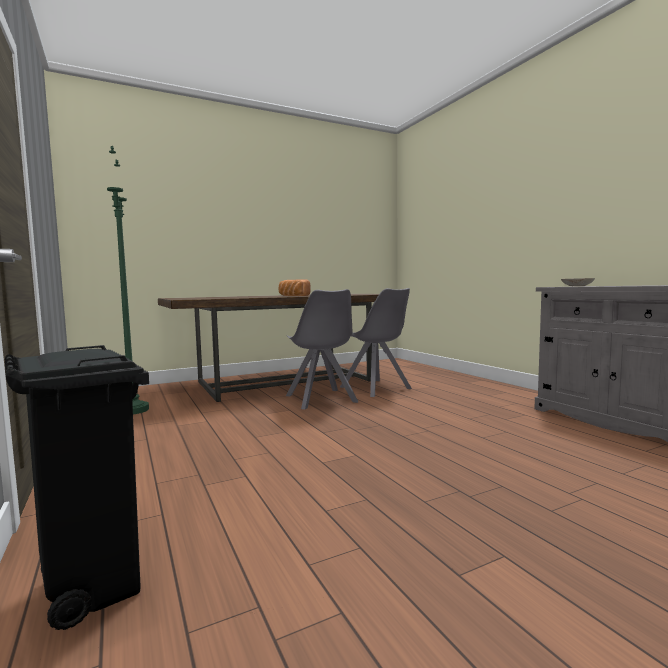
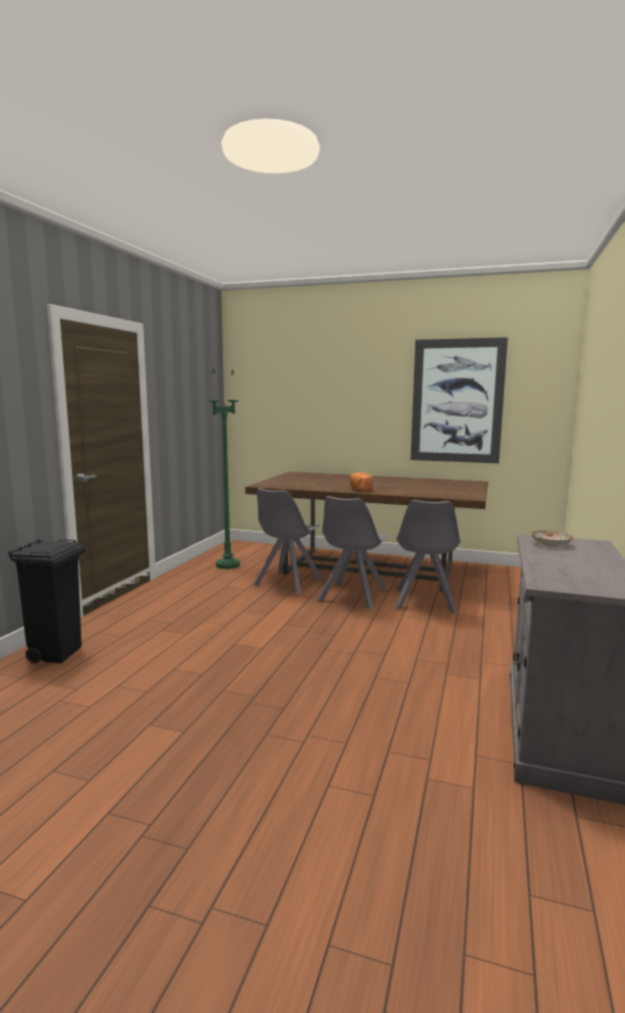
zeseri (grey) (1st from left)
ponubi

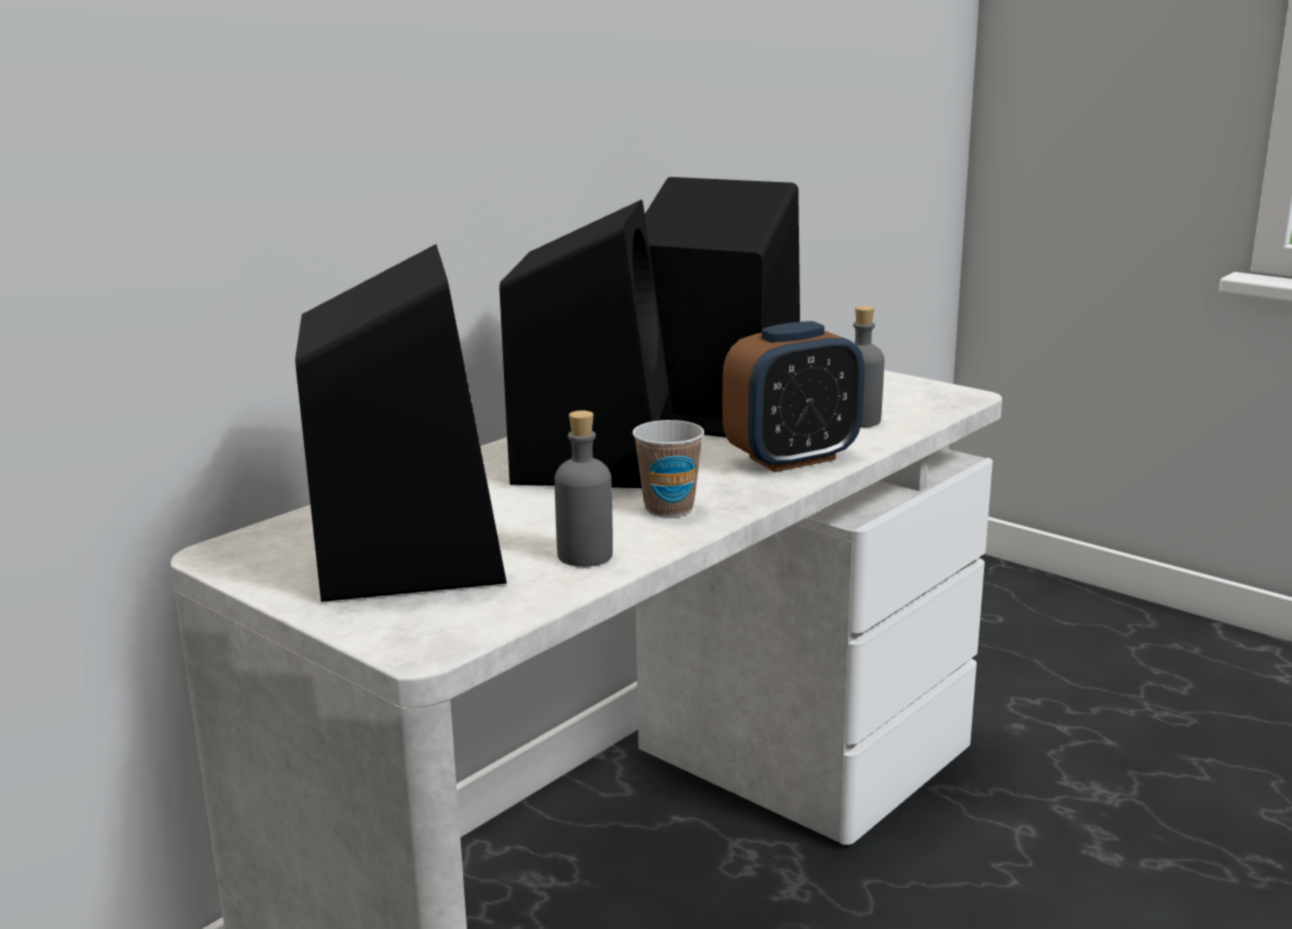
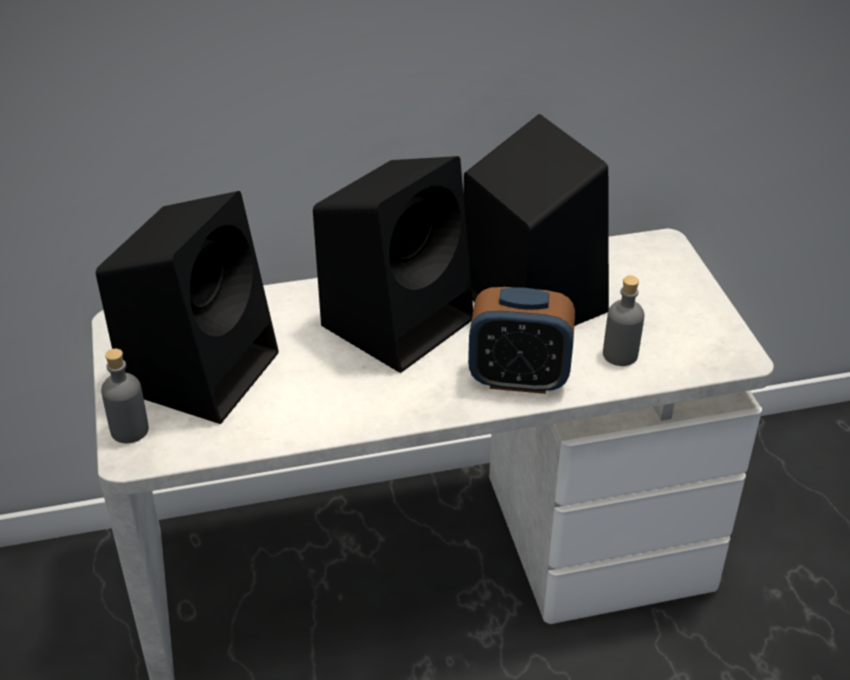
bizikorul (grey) (1st from left)
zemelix

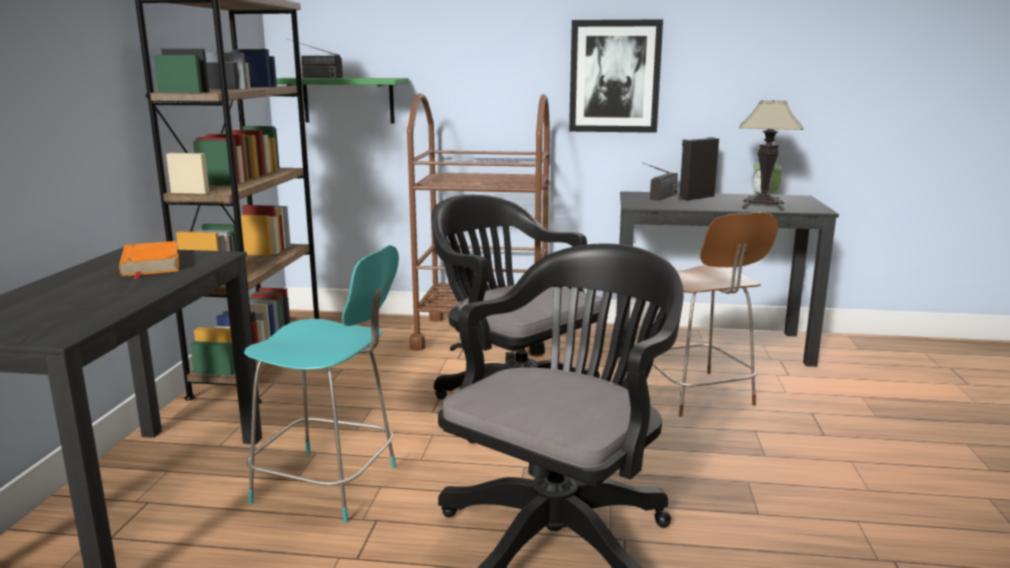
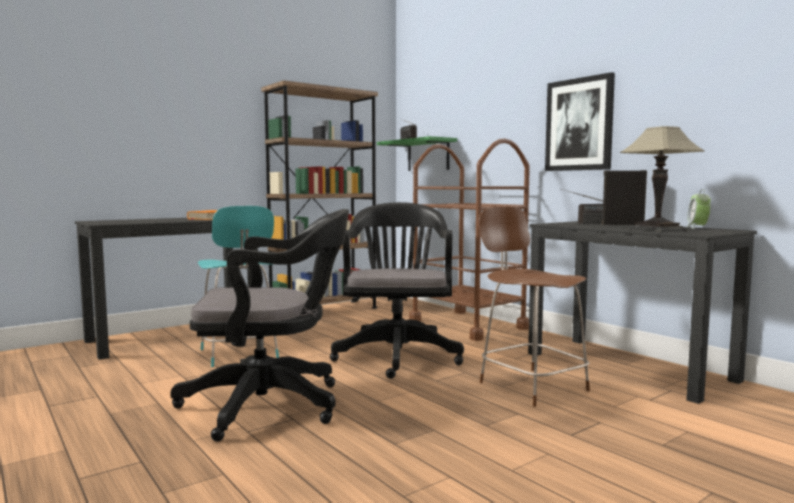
zeseri (brown)

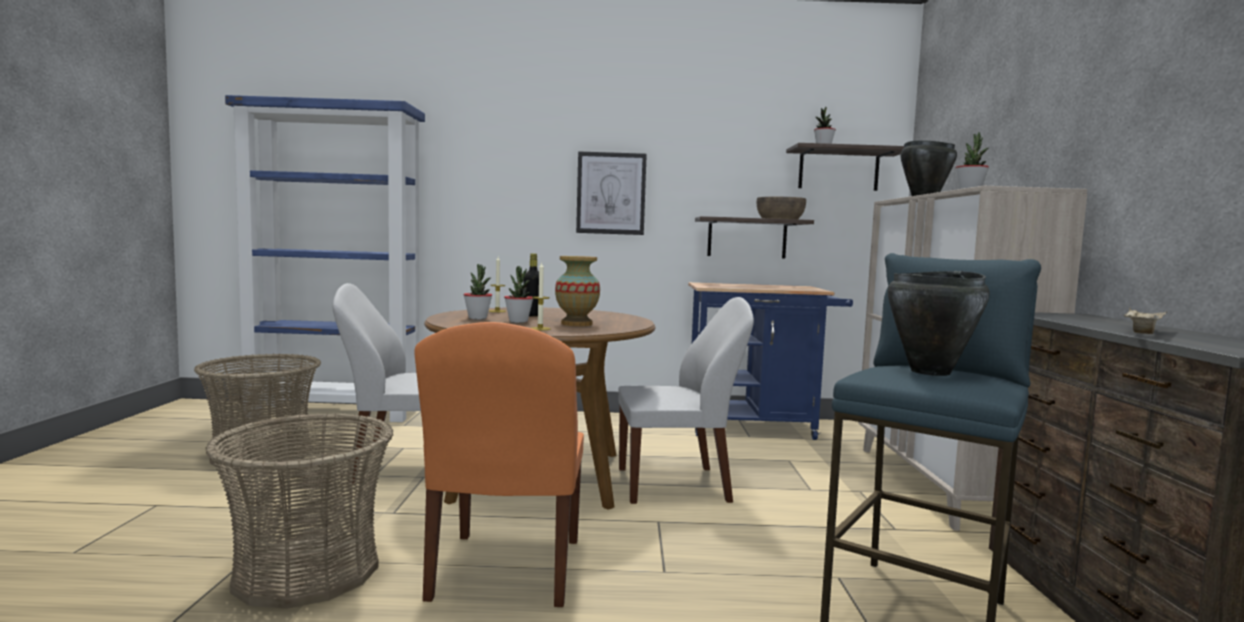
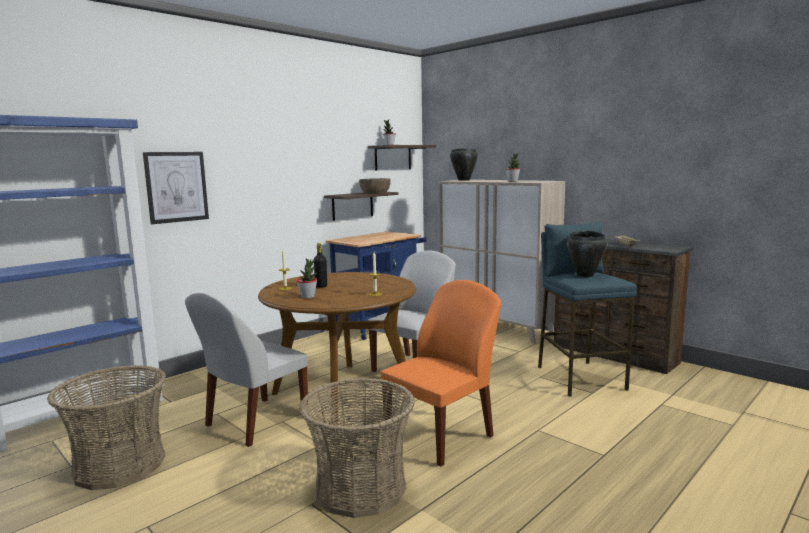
ponubi
zeseri (orange)
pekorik (2nd from left in the first image)
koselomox

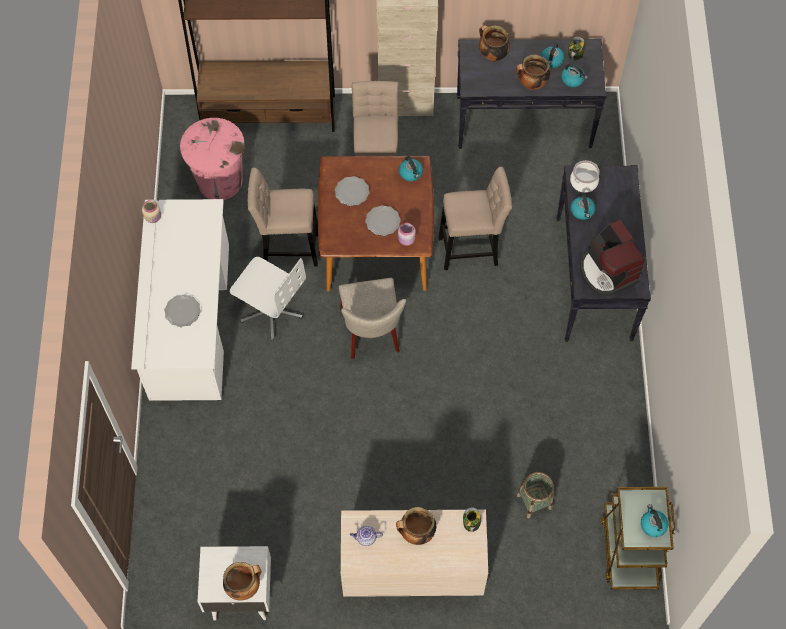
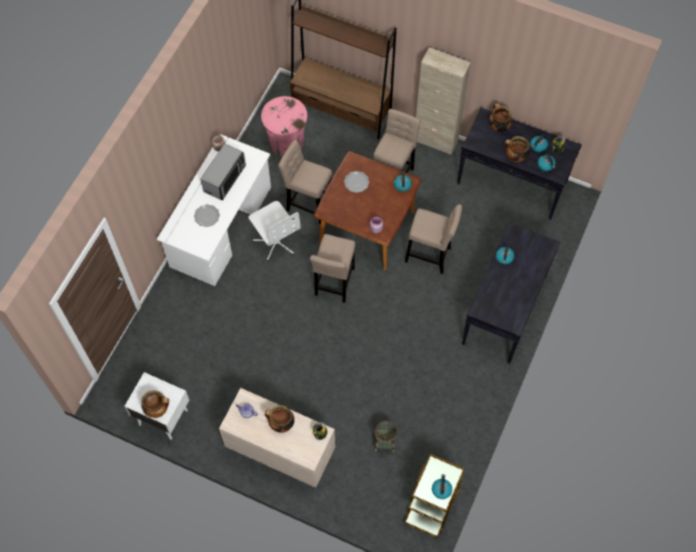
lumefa
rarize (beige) (2nd from left)
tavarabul (3rd from left in the first image)
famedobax (5th from left in the first image)
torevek

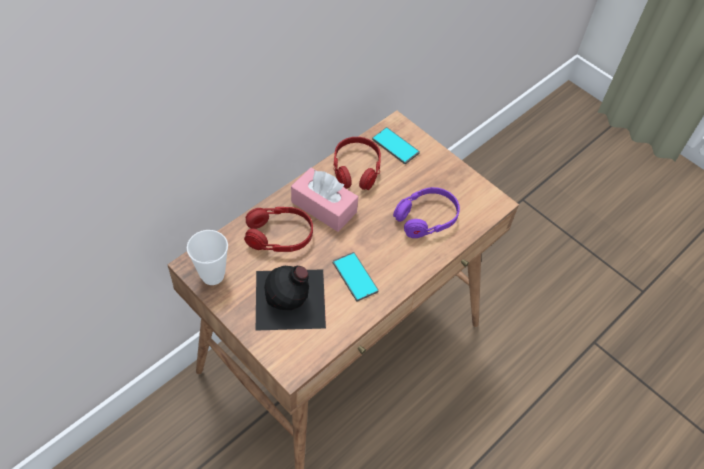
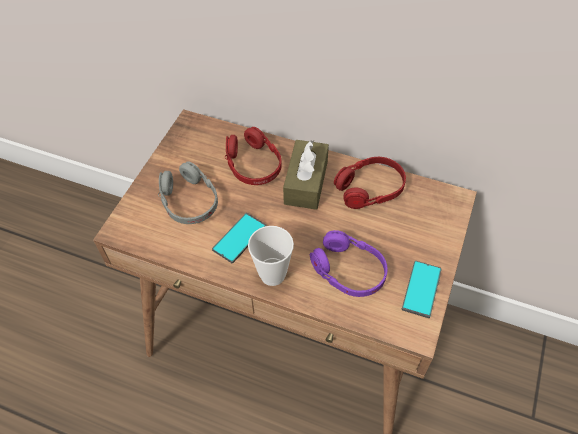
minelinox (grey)
zemelix
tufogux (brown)
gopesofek (2nd from left)

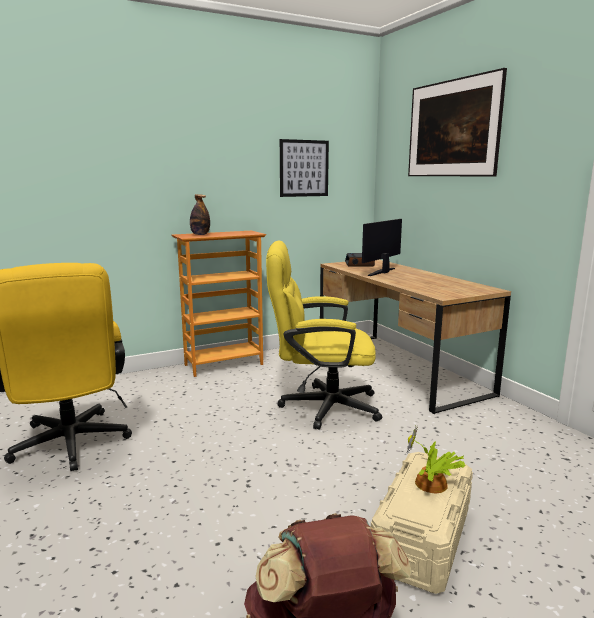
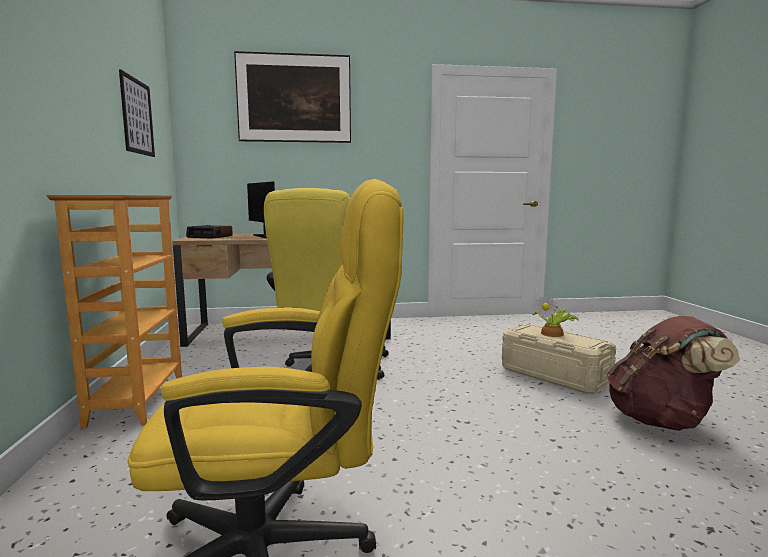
bizikorul

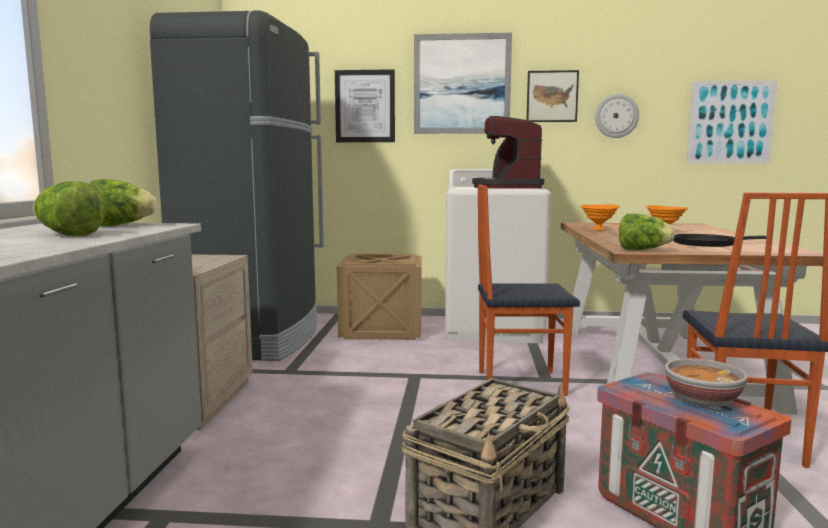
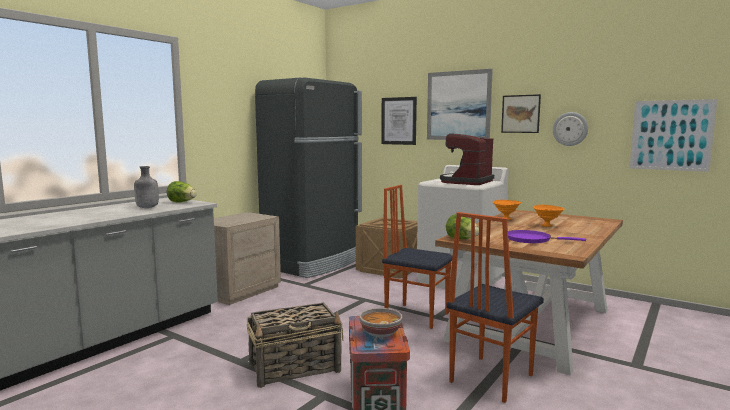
bizikorul (grey)
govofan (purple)

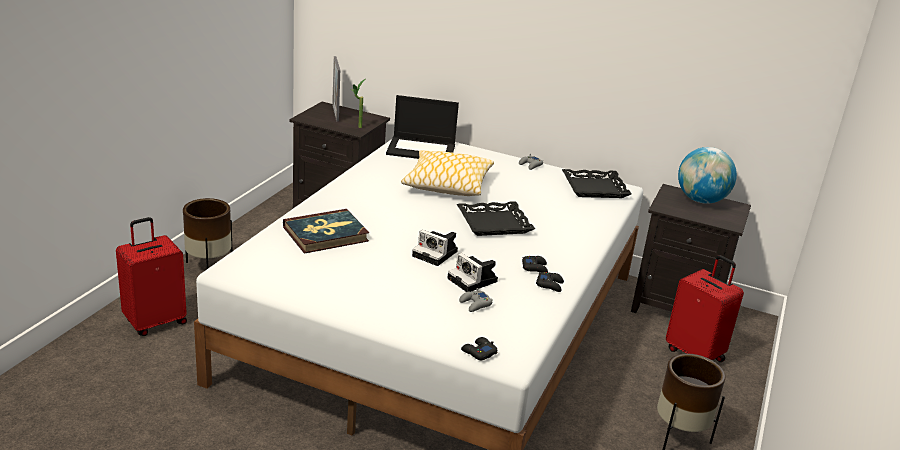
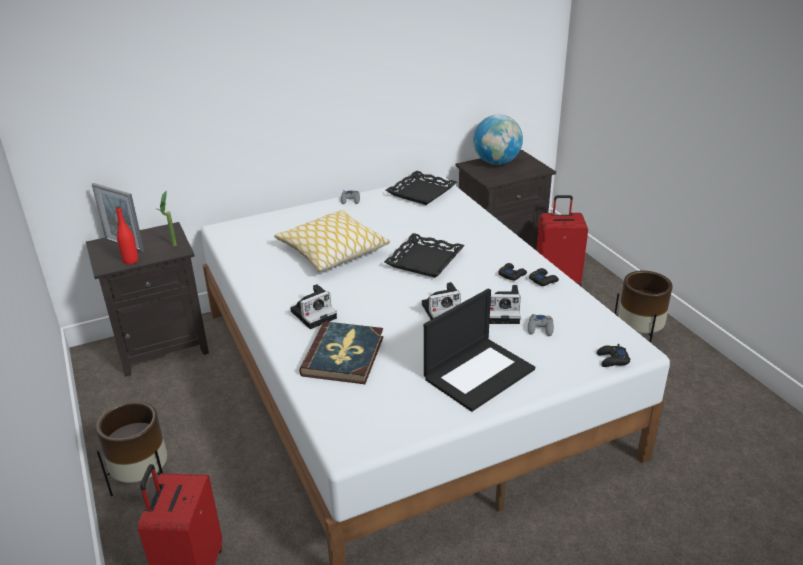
bizikorul (red)
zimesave (1st from left)
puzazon

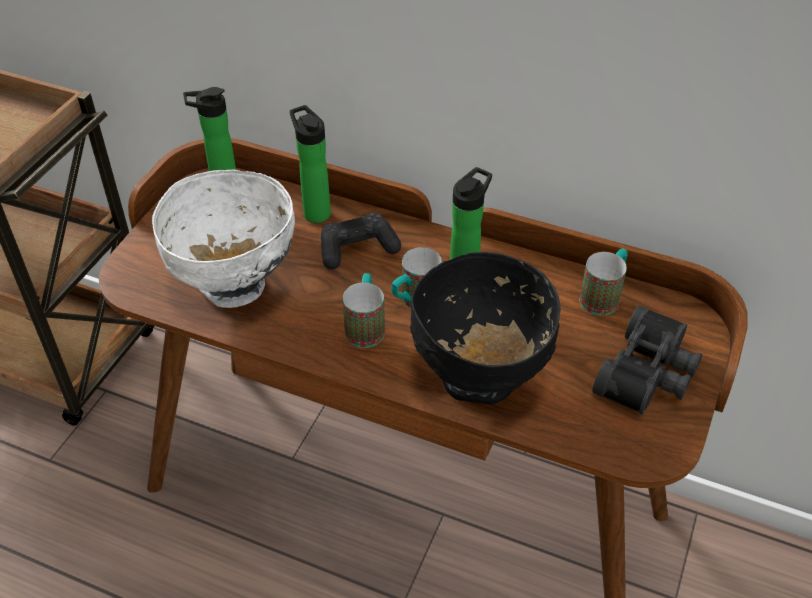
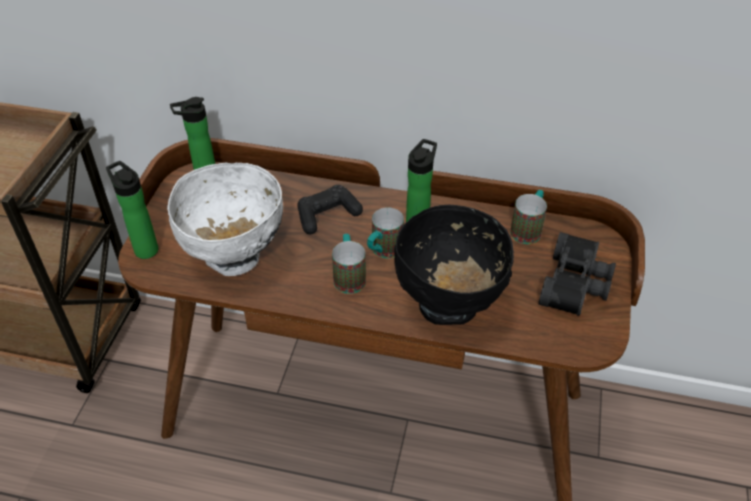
bizikorul (1st from left)

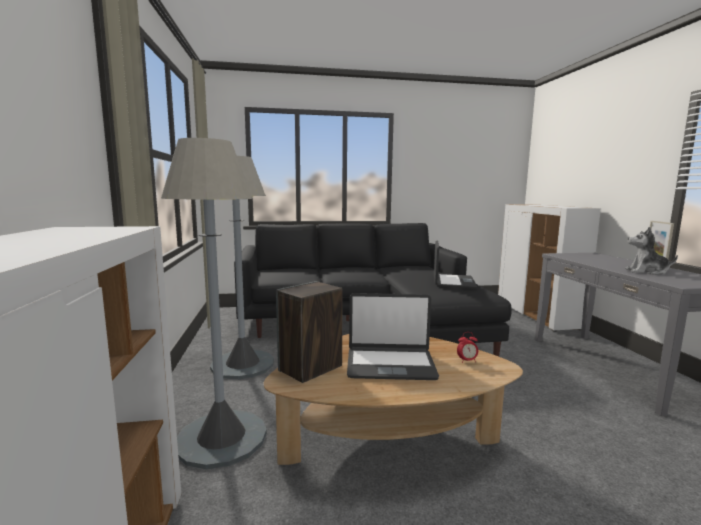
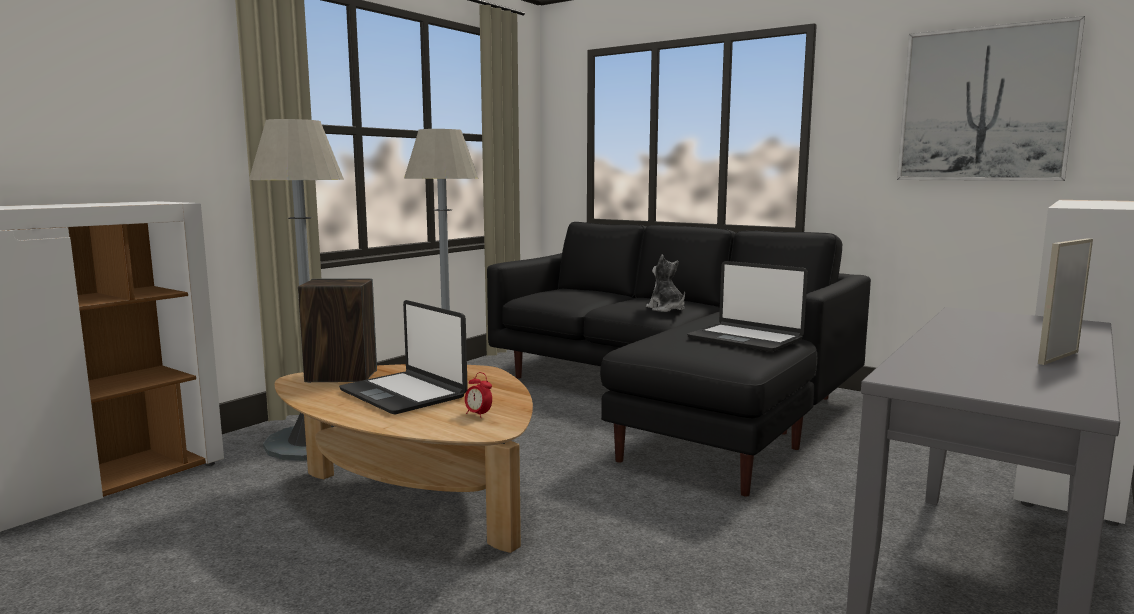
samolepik
puzazon (2nd from left)
ponubi

